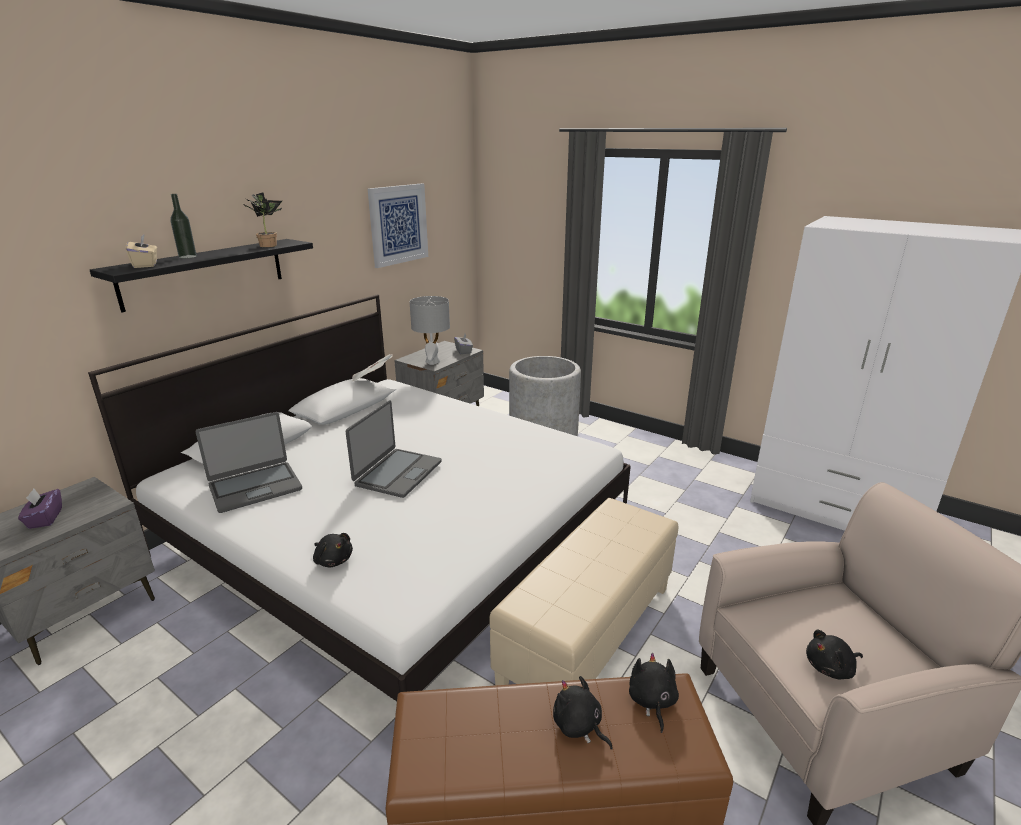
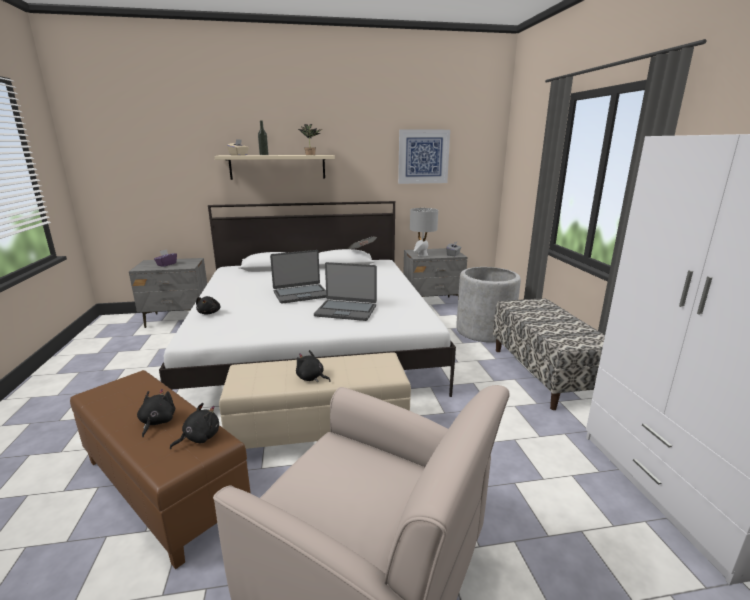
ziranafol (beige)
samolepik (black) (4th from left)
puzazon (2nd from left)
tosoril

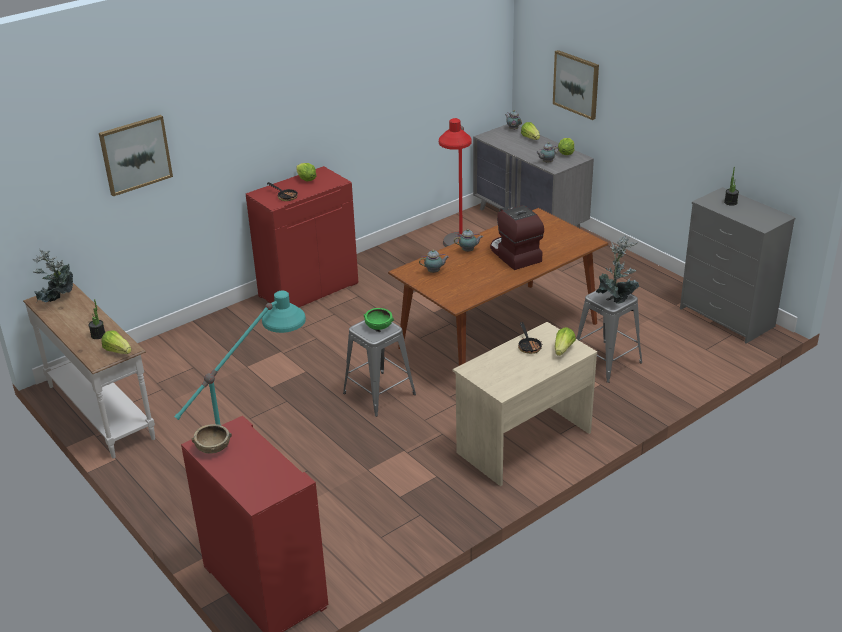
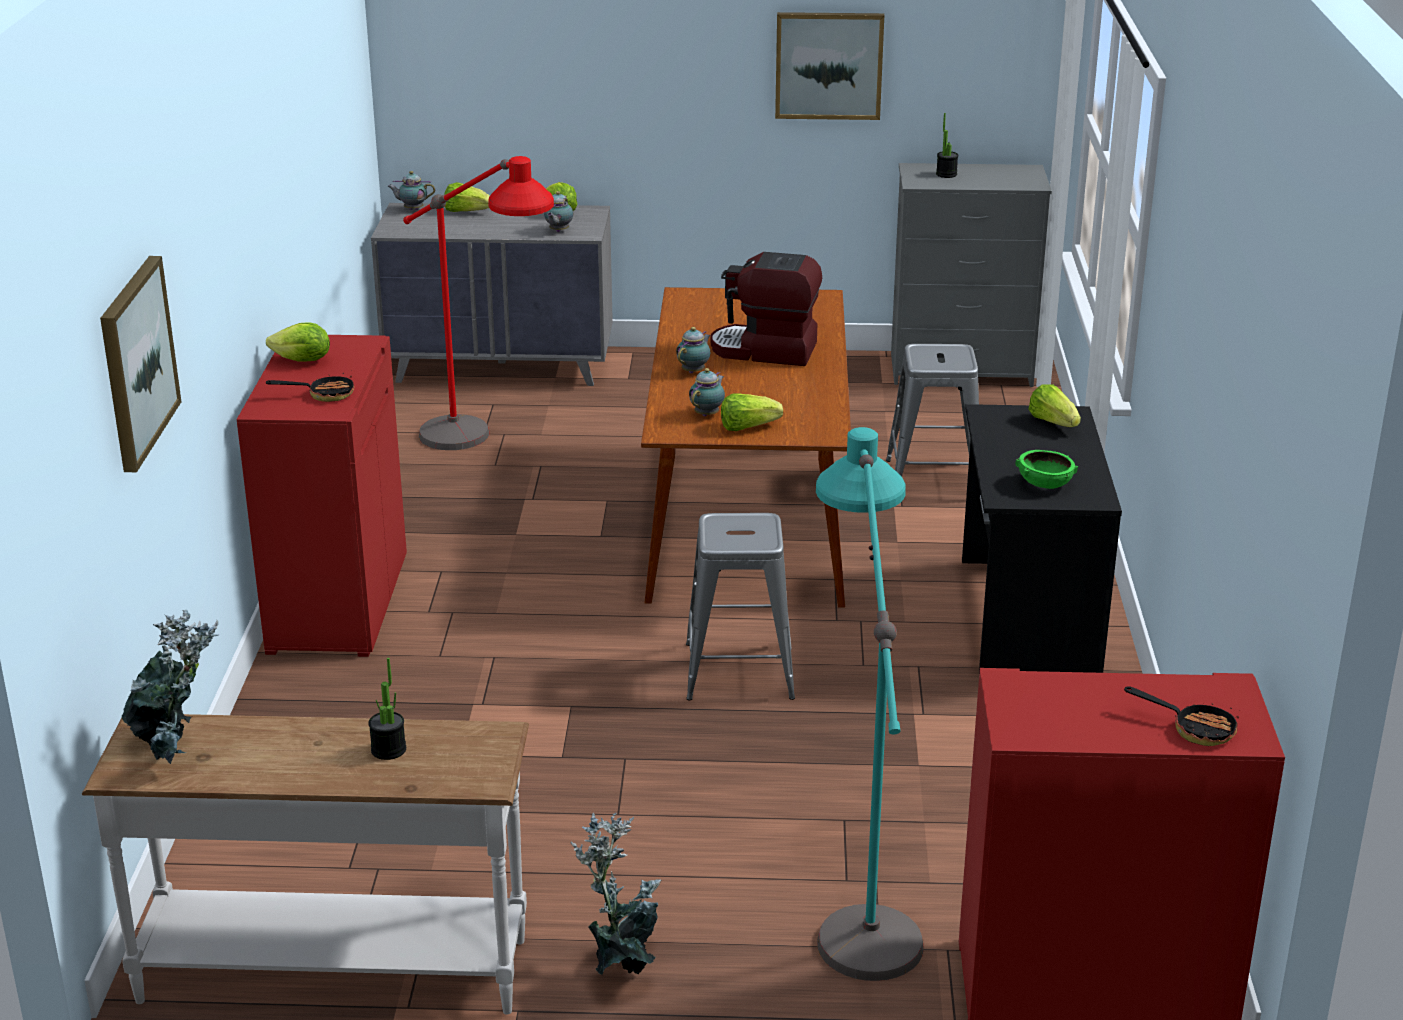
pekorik (3rd from left)
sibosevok (4th from left)
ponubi (2nd from left)
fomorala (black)
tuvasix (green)
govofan (2nd from left)
tuvasix (brown)

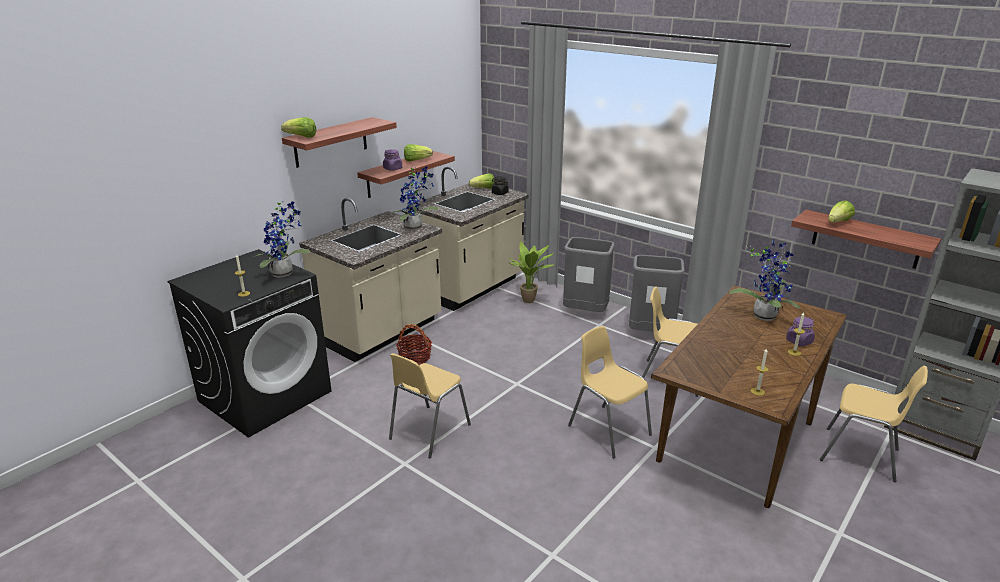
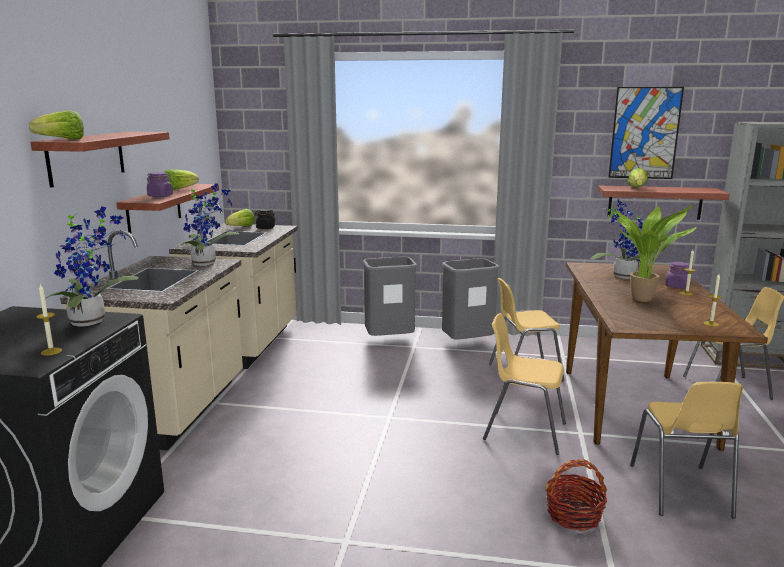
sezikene
ponubi
pekorik (4th from left)
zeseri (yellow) (3rd from left)

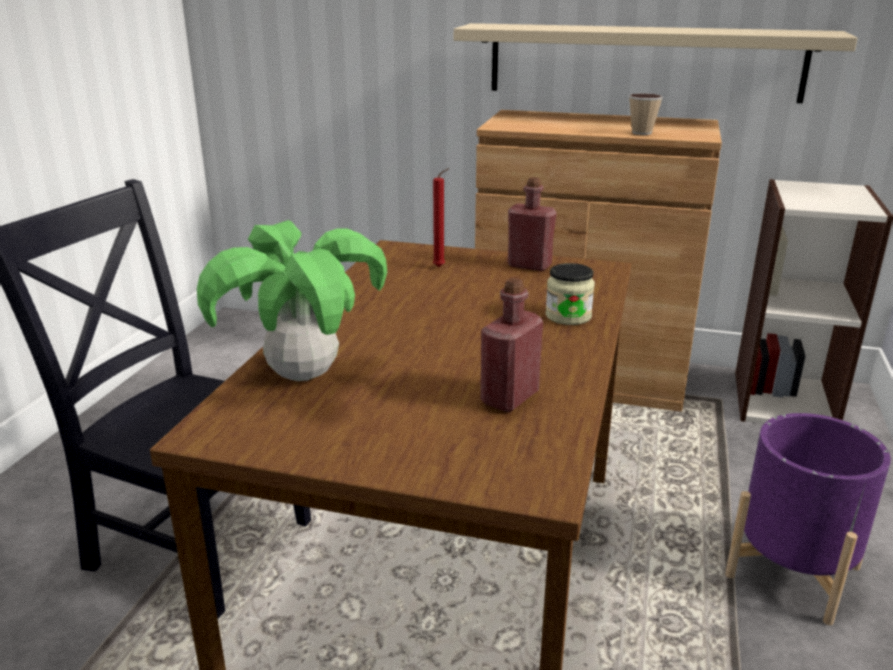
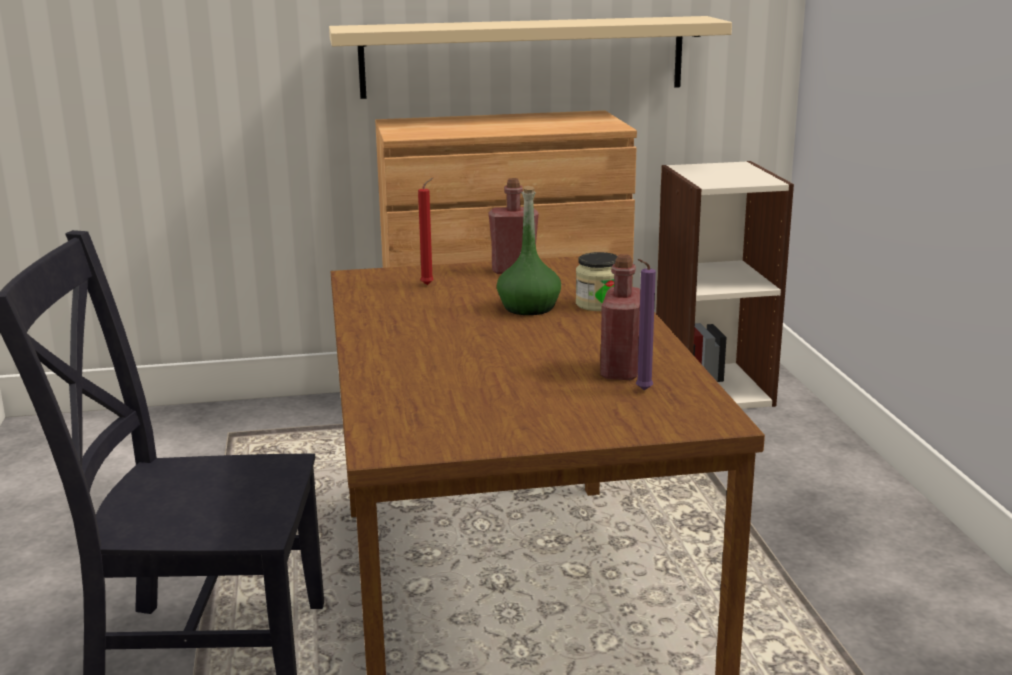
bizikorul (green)
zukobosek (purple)
pekorik
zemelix
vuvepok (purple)

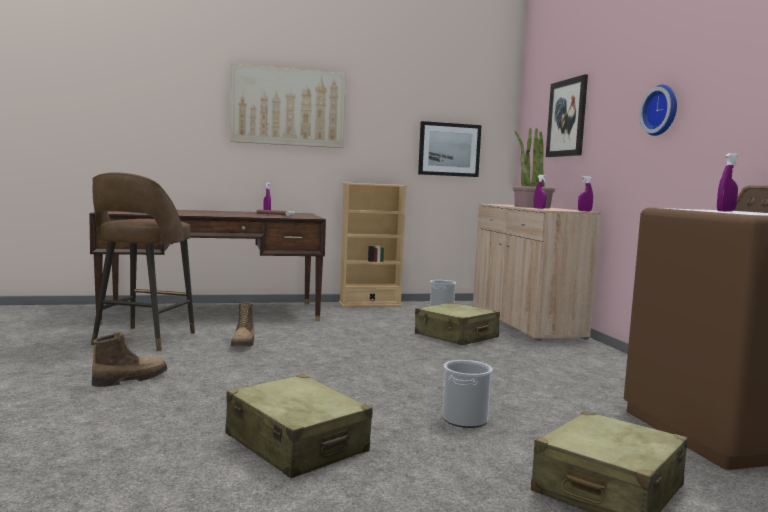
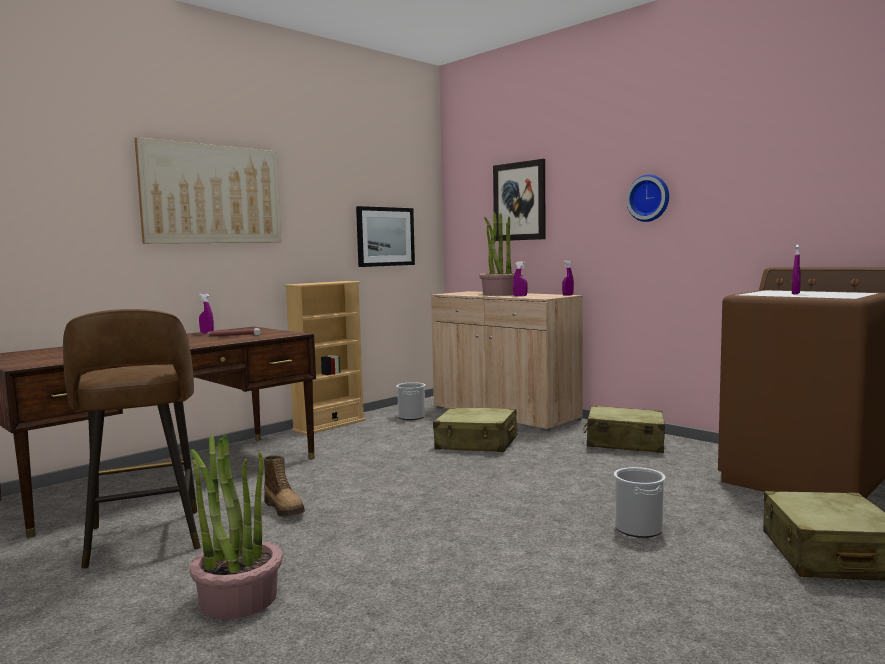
pekorik (1st from left)
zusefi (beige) (2nd from left)

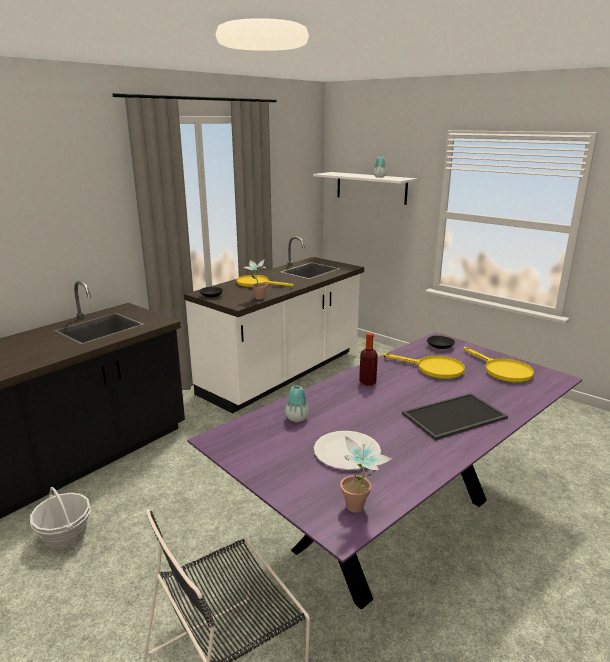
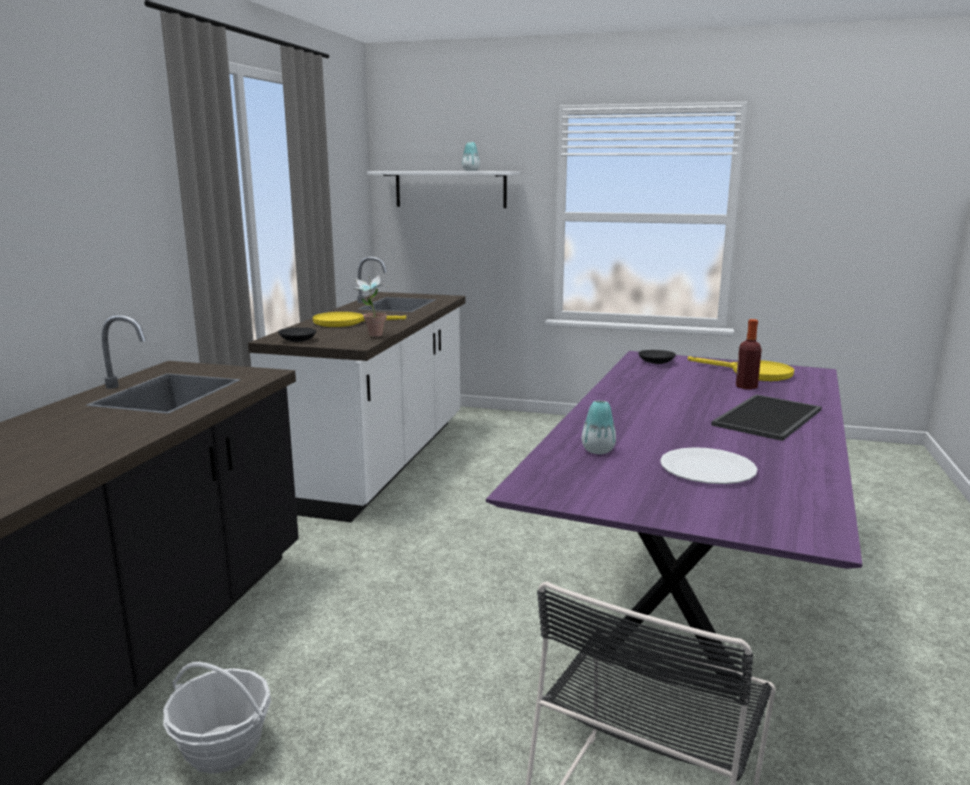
bizikorul
pekorik (2nd from left in the first image)
govofan (yellow) (2nd from left in the first image)

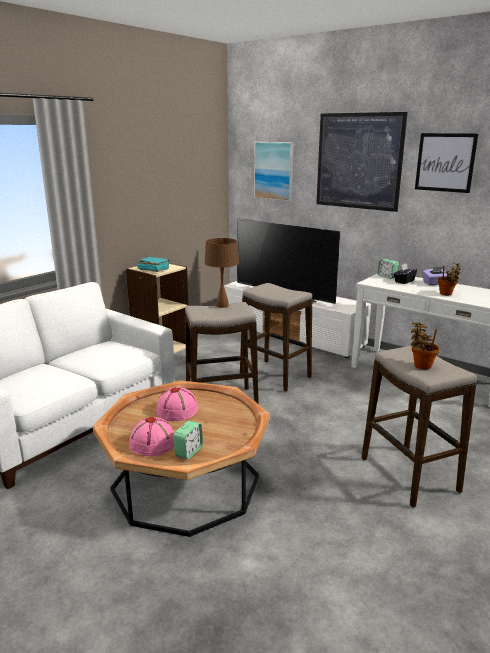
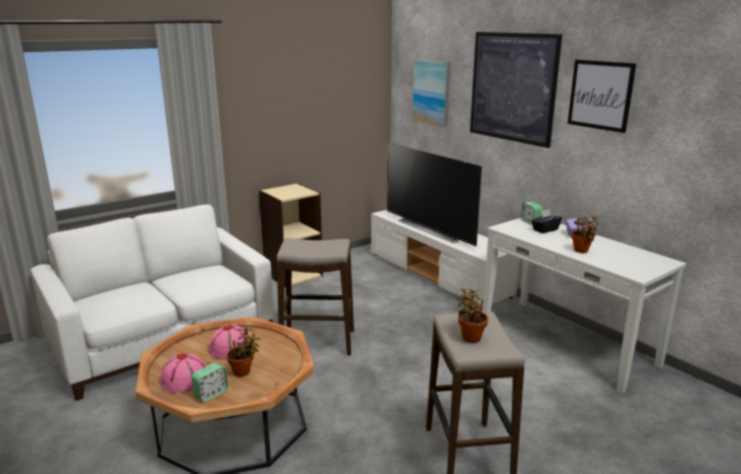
pekorik (1st from left)
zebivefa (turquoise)
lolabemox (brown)
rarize (2nd from left in the first image)

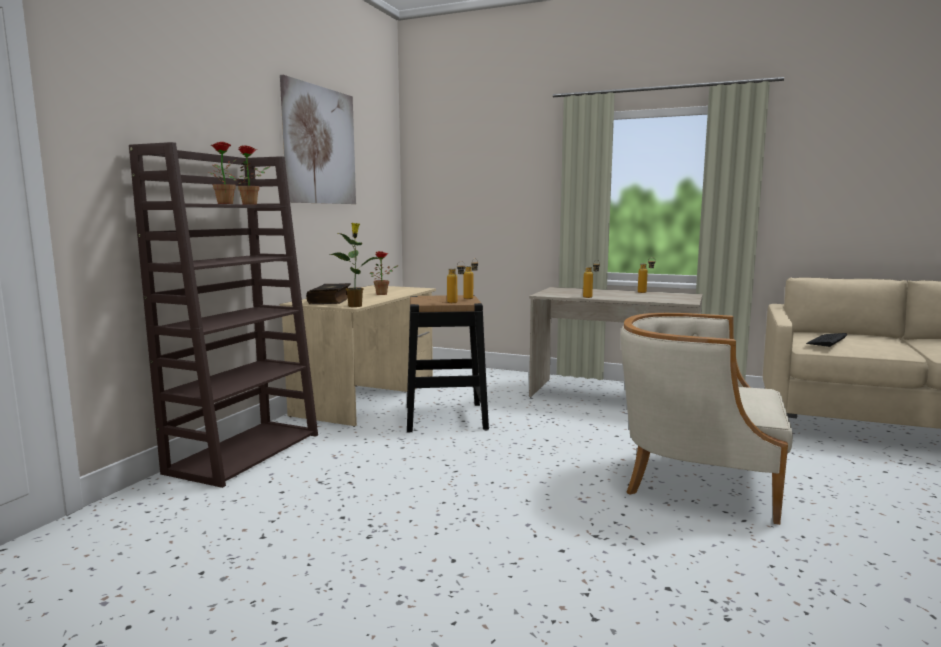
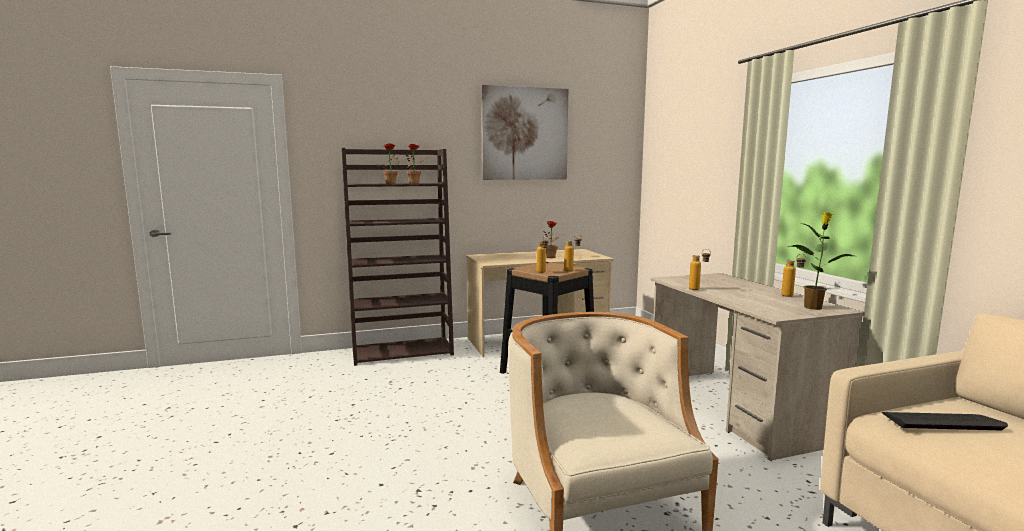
pekorik (4th from left)
zebivefa

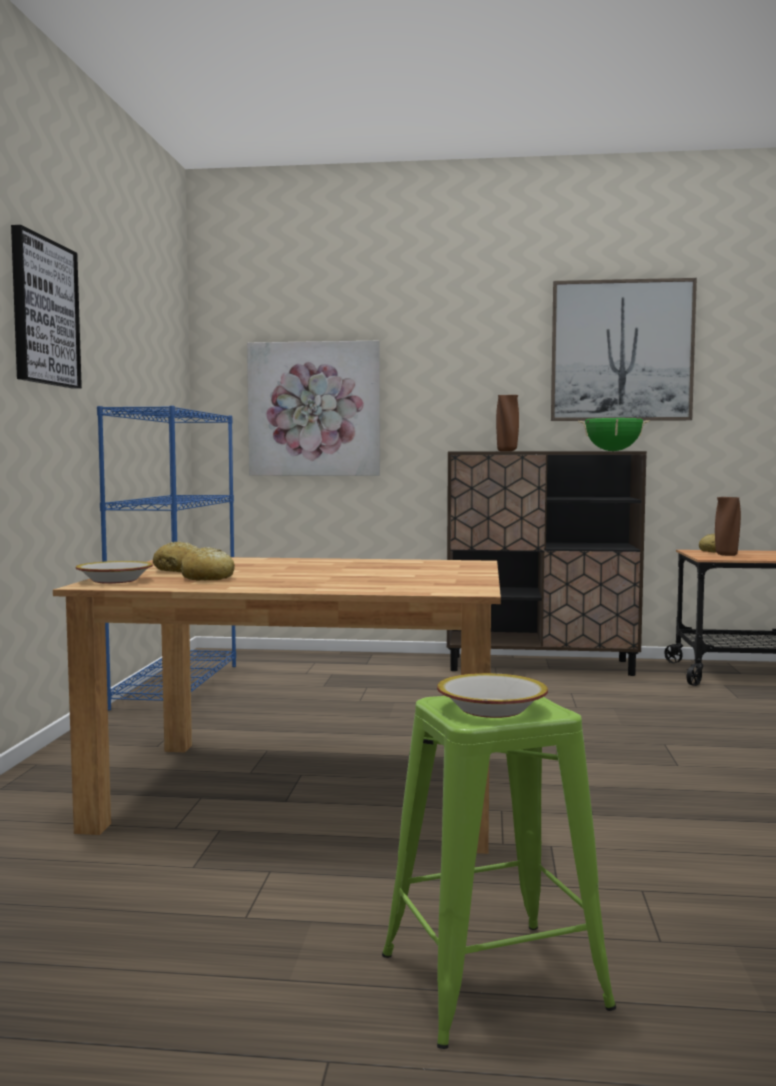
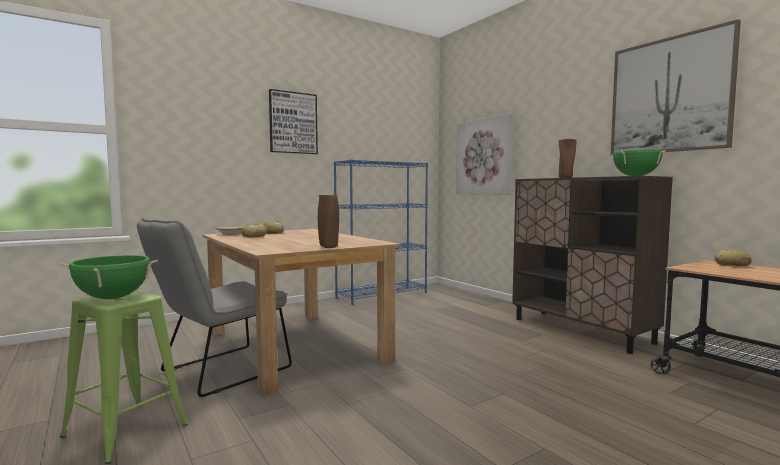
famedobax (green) (1st from left)
zeseri (grey)
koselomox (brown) (1st from left)

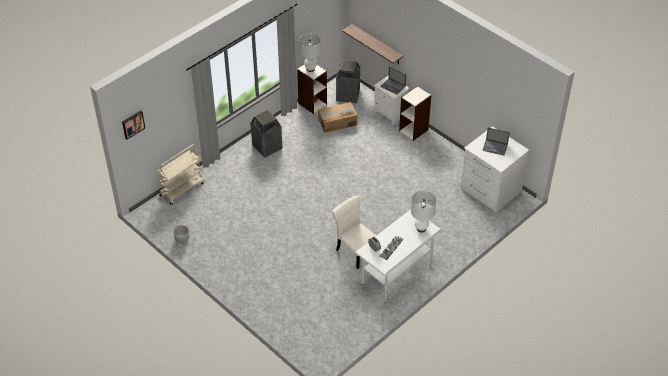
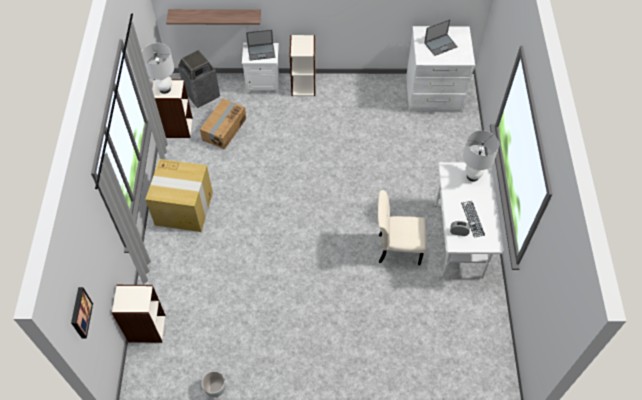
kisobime (1st from left)
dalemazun (1st from left)

